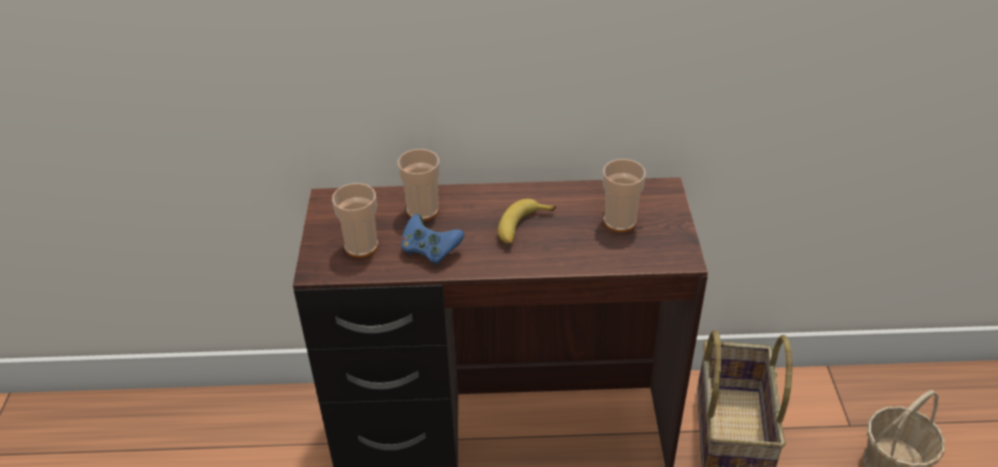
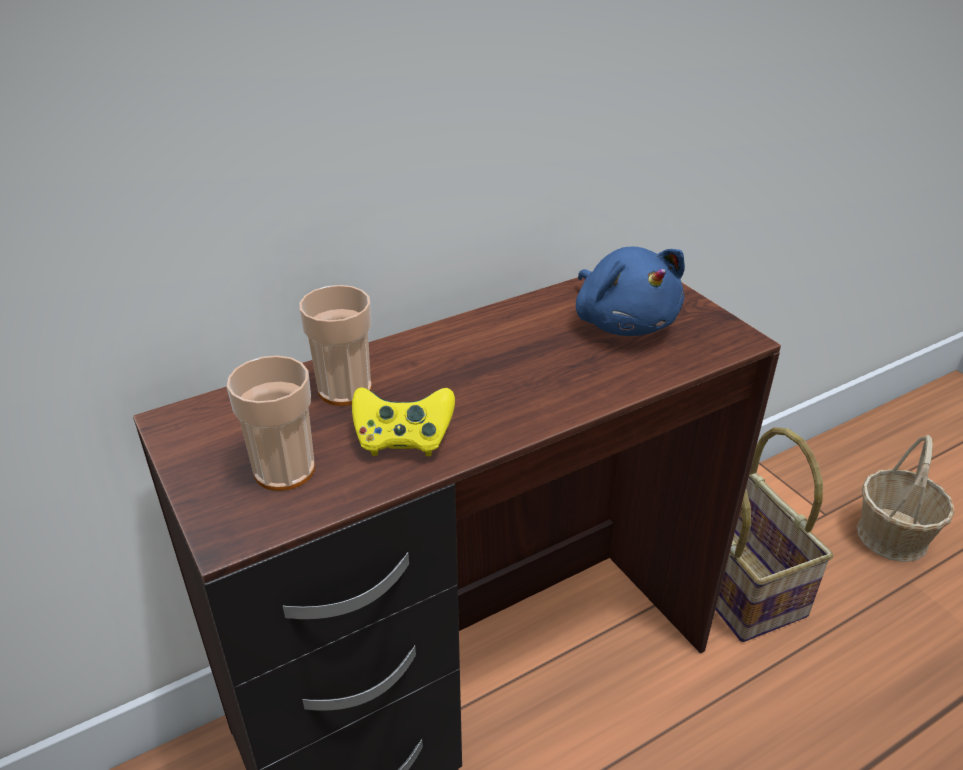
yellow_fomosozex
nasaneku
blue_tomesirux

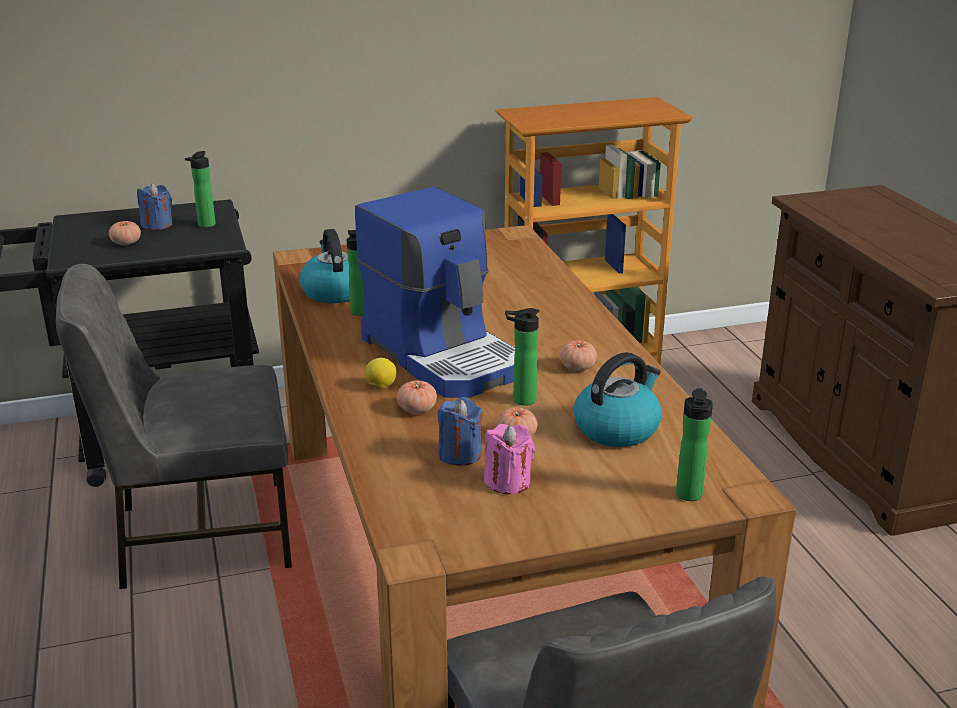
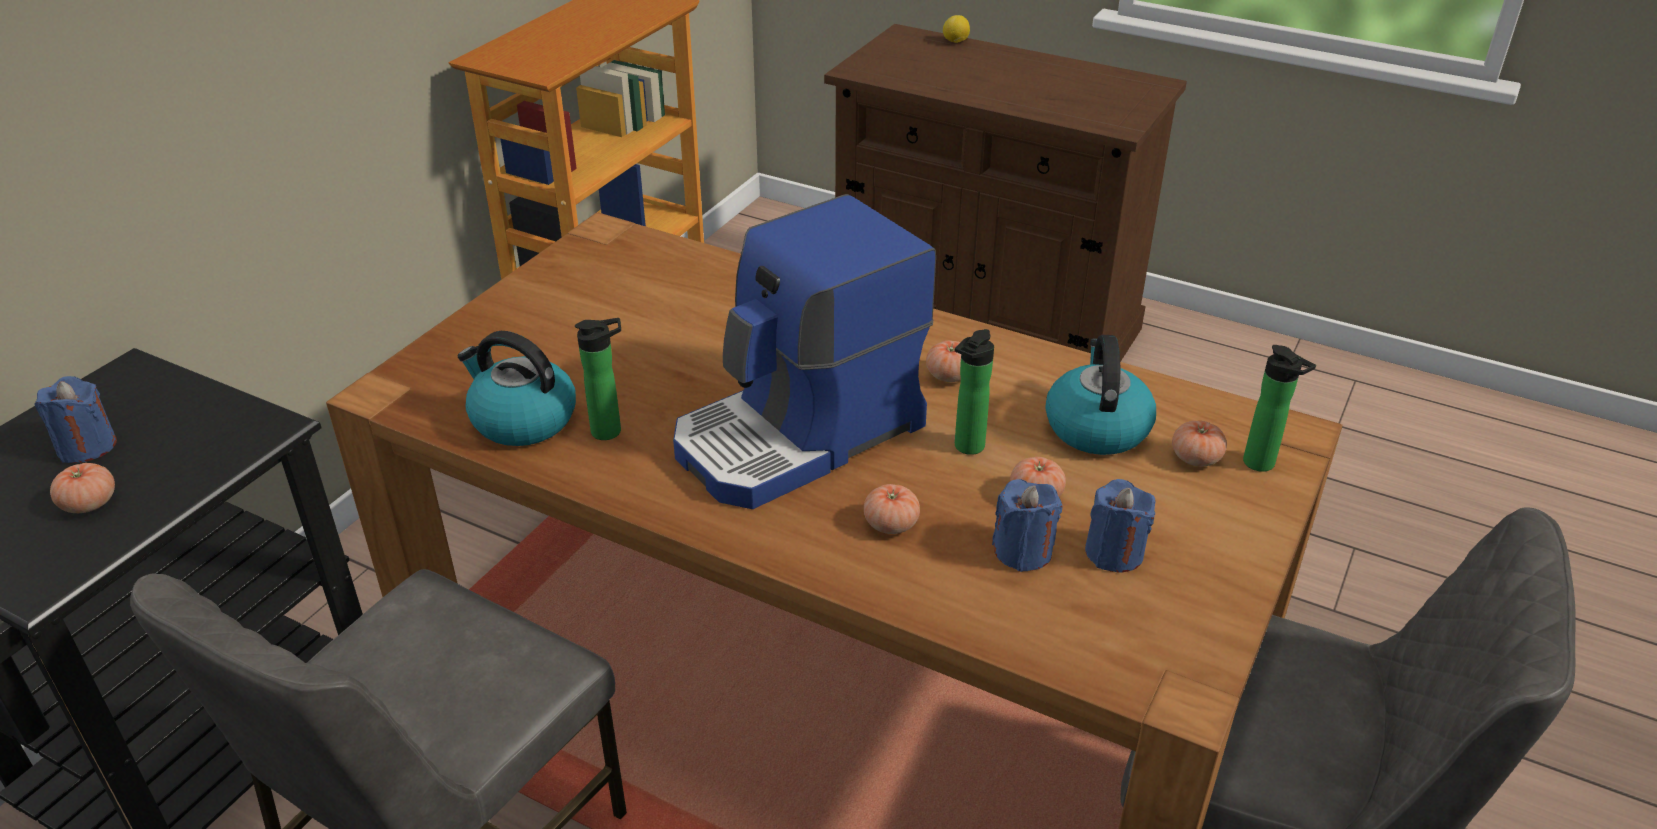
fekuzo (1st from left in the first image)
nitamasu
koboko
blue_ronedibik (3rd from left)
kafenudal (5th from left)

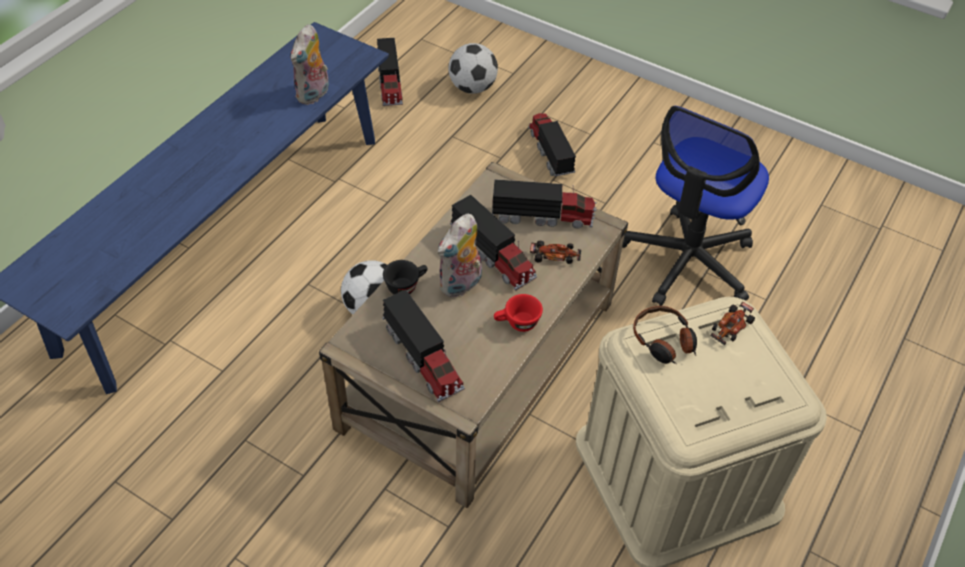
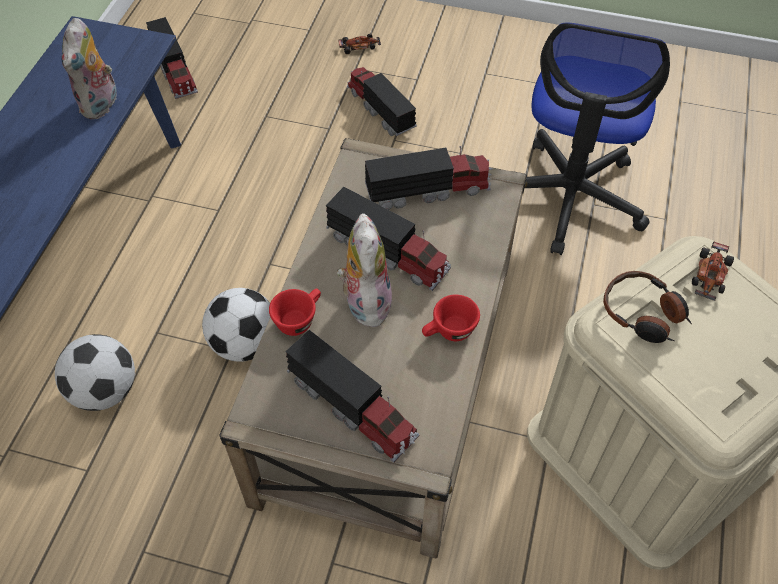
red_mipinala (1st from left)
tomesirux (2nd from left)
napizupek (1st from left)
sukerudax (1st from left)

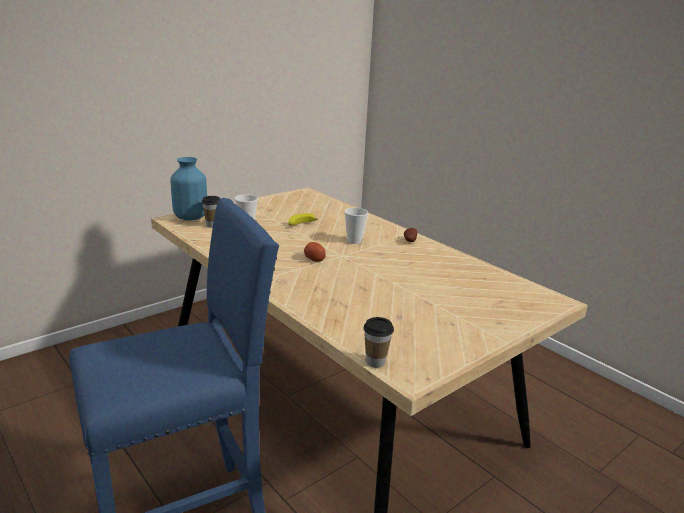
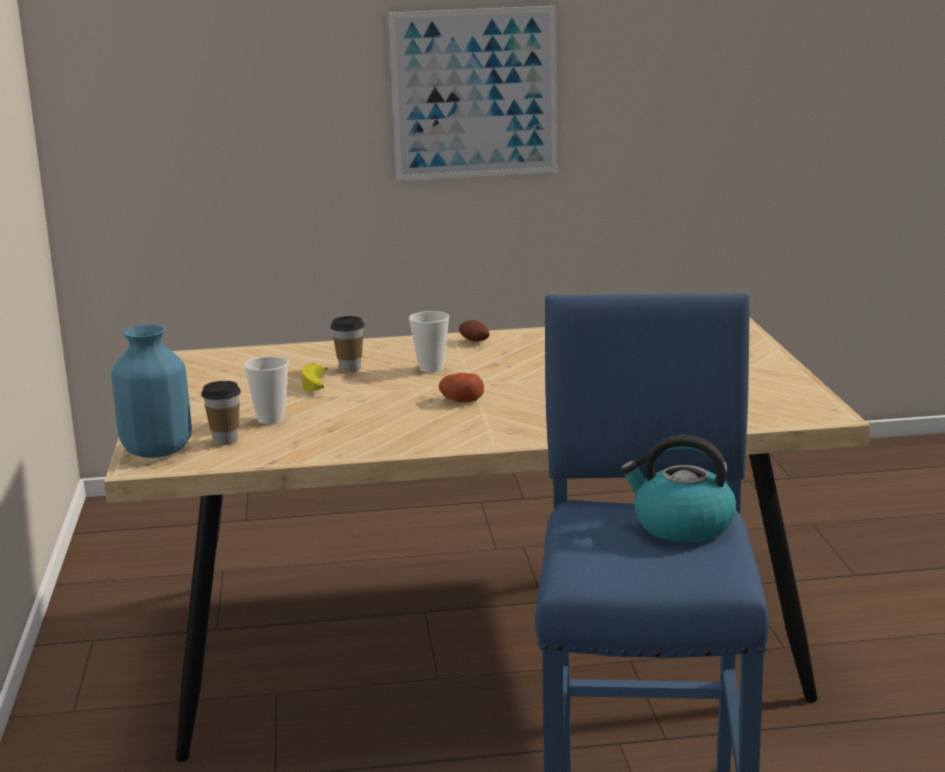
mipinala (3rd from left)
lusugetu
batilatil

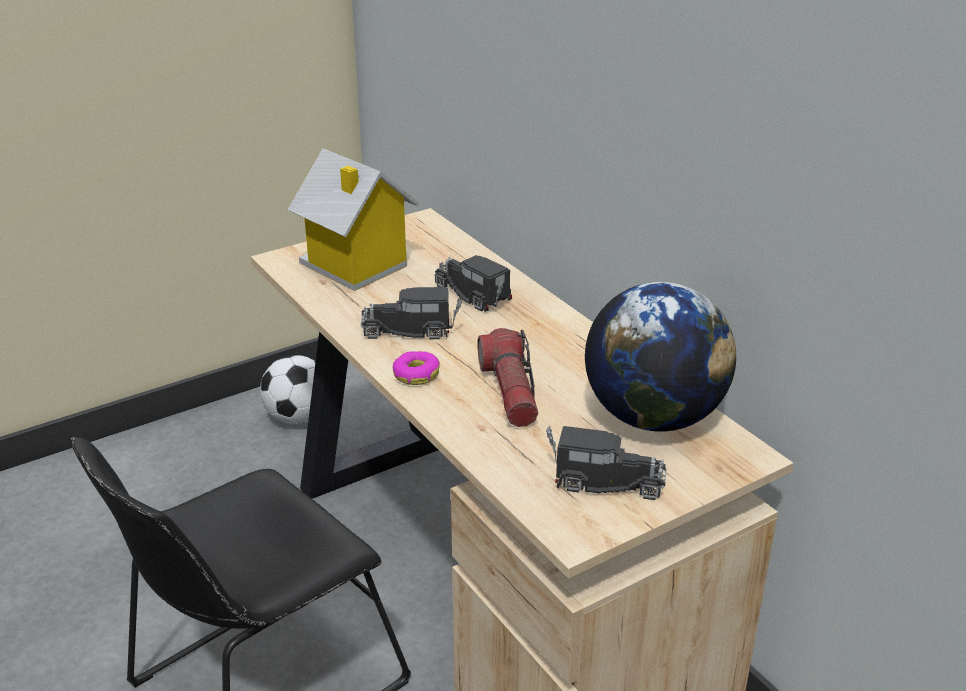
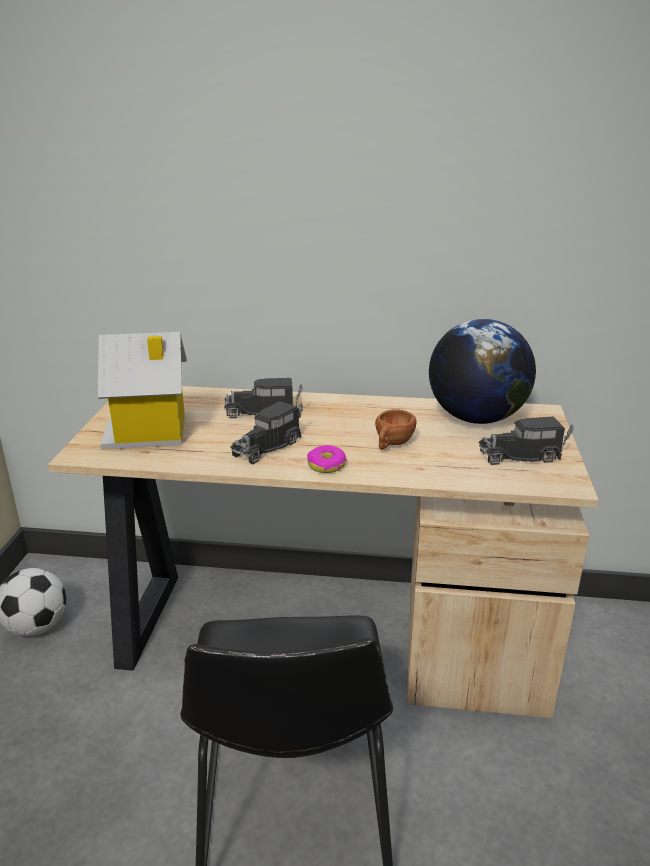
brown_mipinala
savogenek (3rd from left)

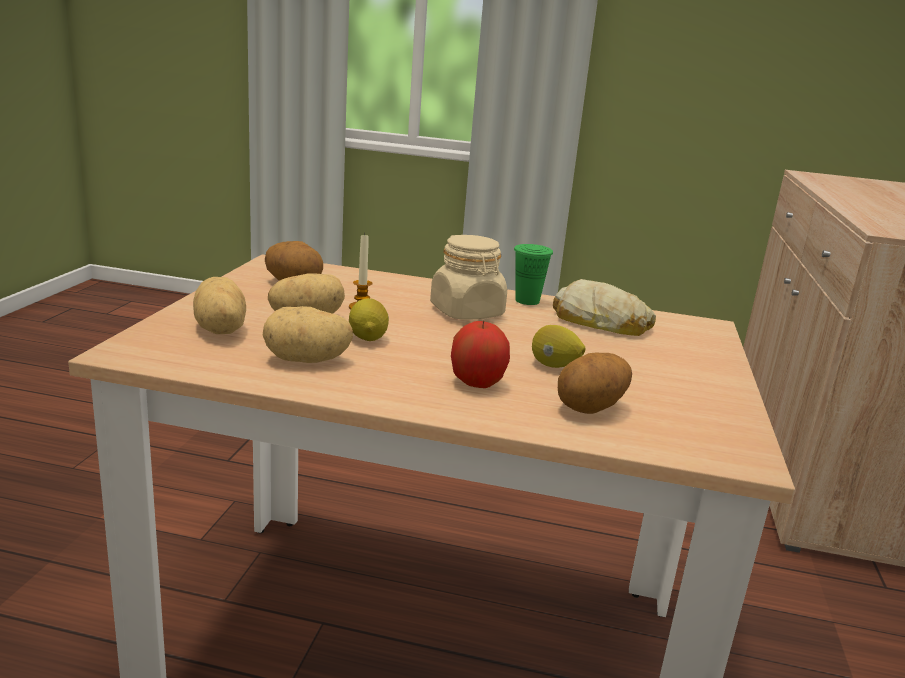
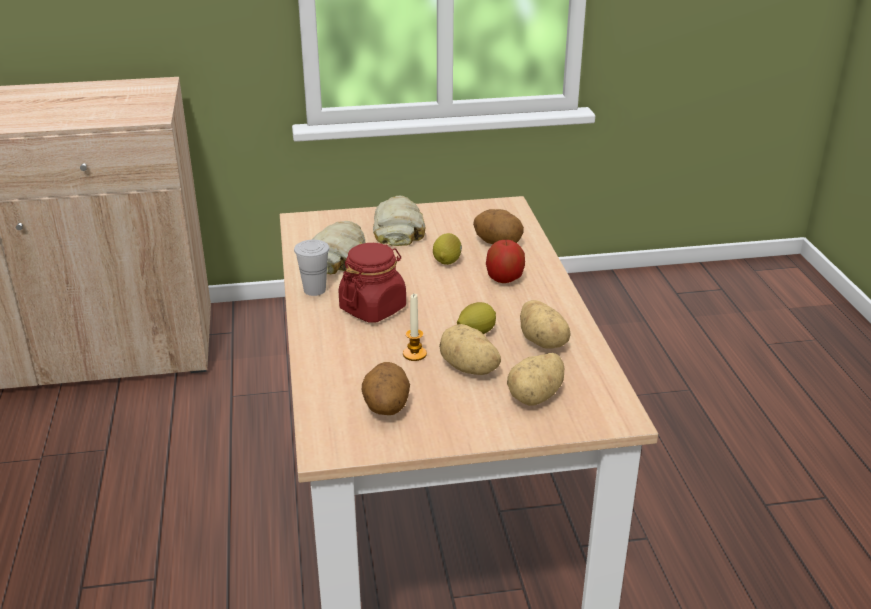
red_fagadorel
white_mipinala
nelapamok (2nd from left)

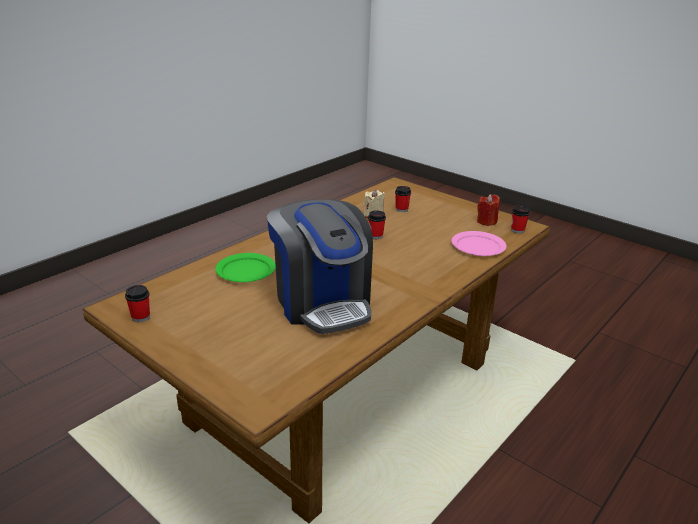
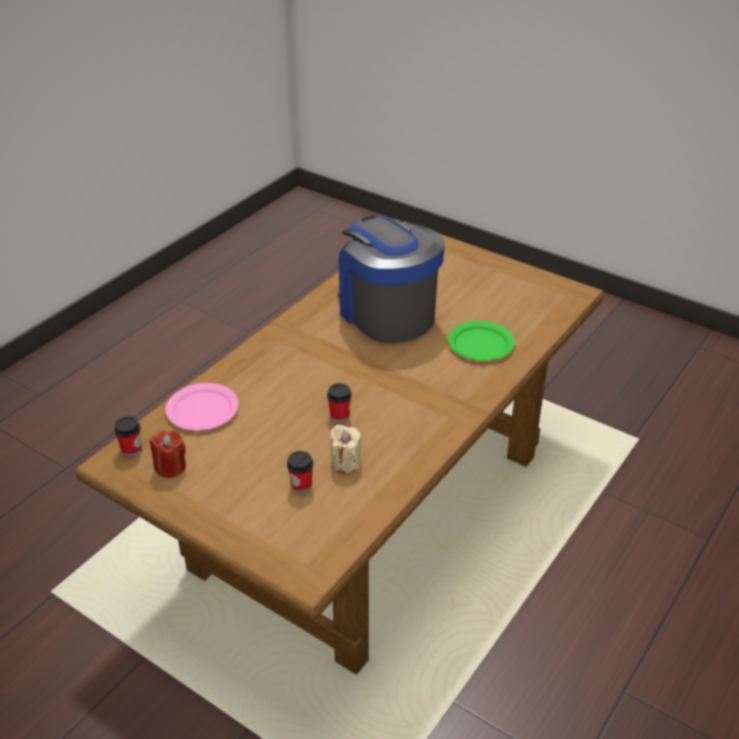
mipinala (1st from left in the first image)

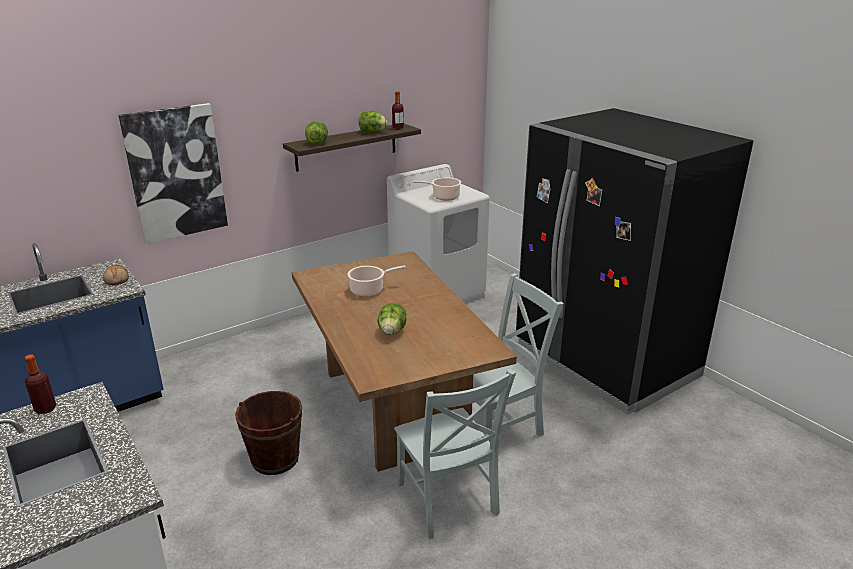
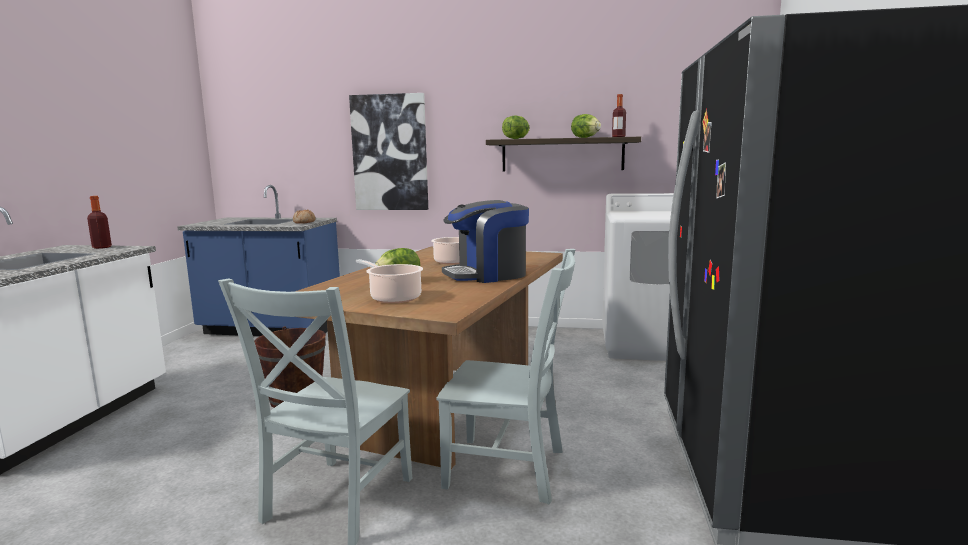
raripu (1st from left)
nitamasu

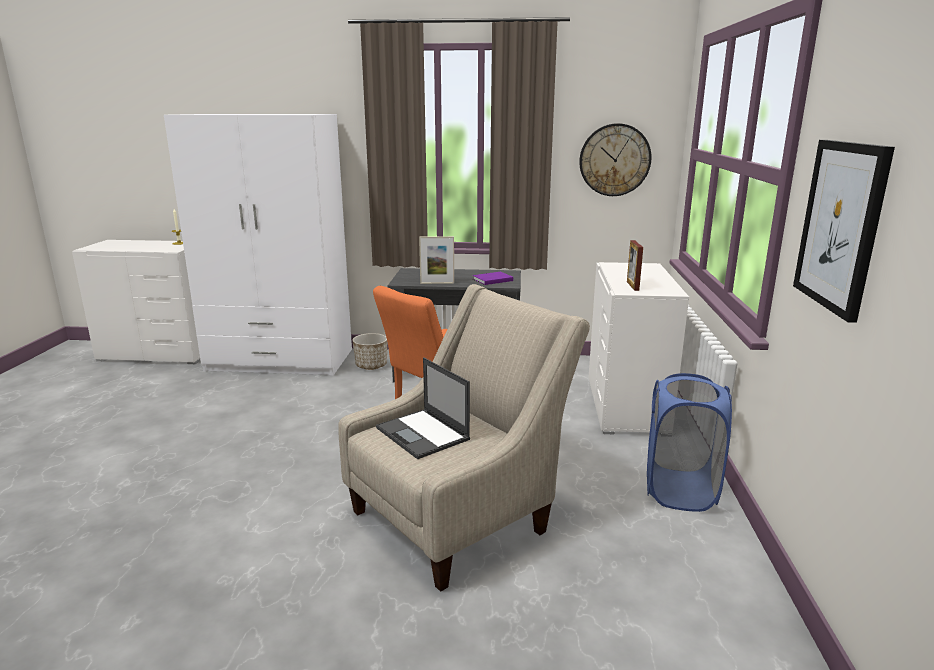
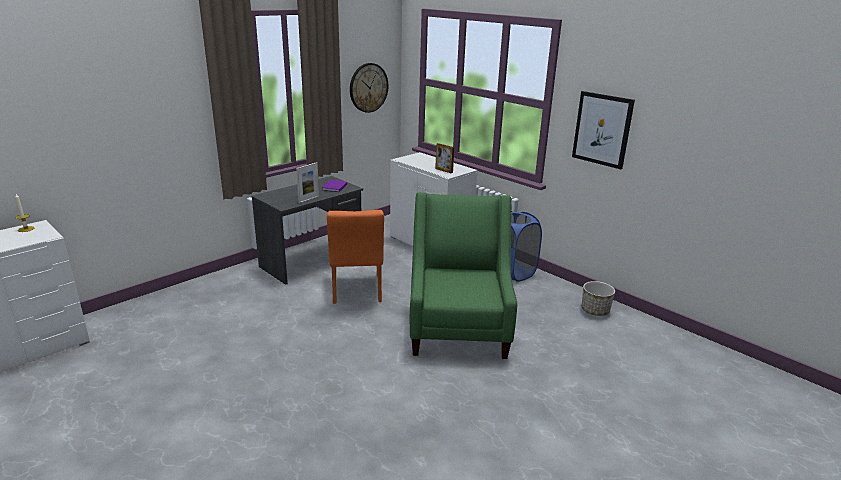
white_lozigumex
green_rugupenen
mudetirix
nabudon

